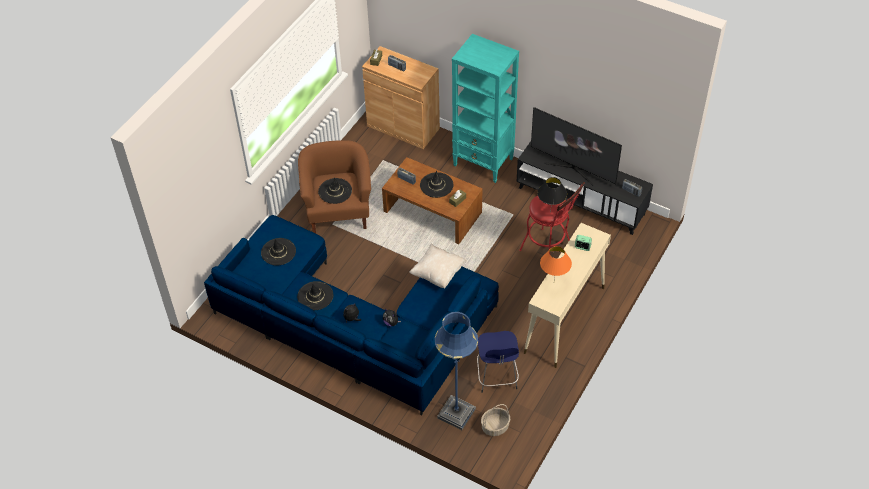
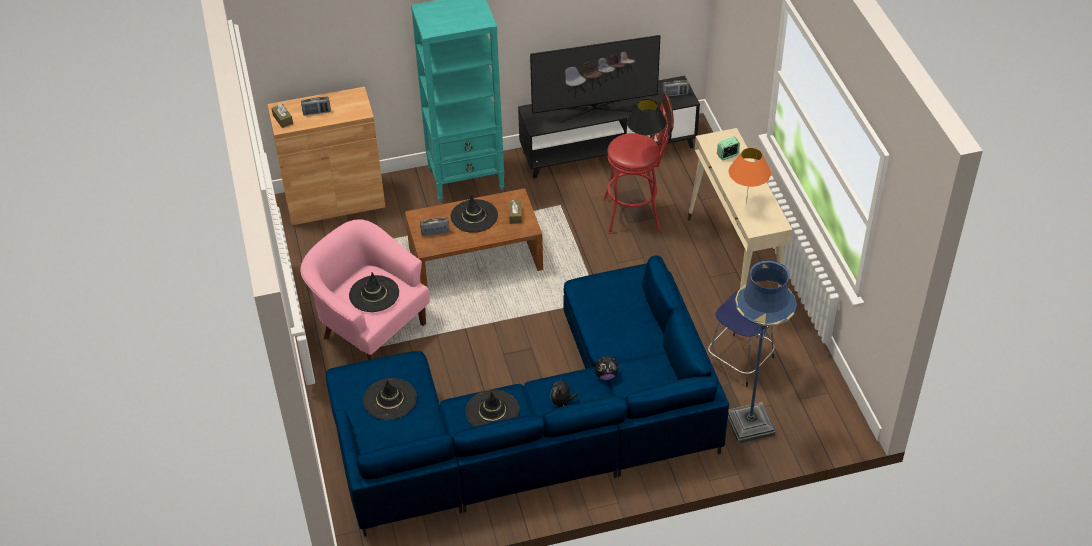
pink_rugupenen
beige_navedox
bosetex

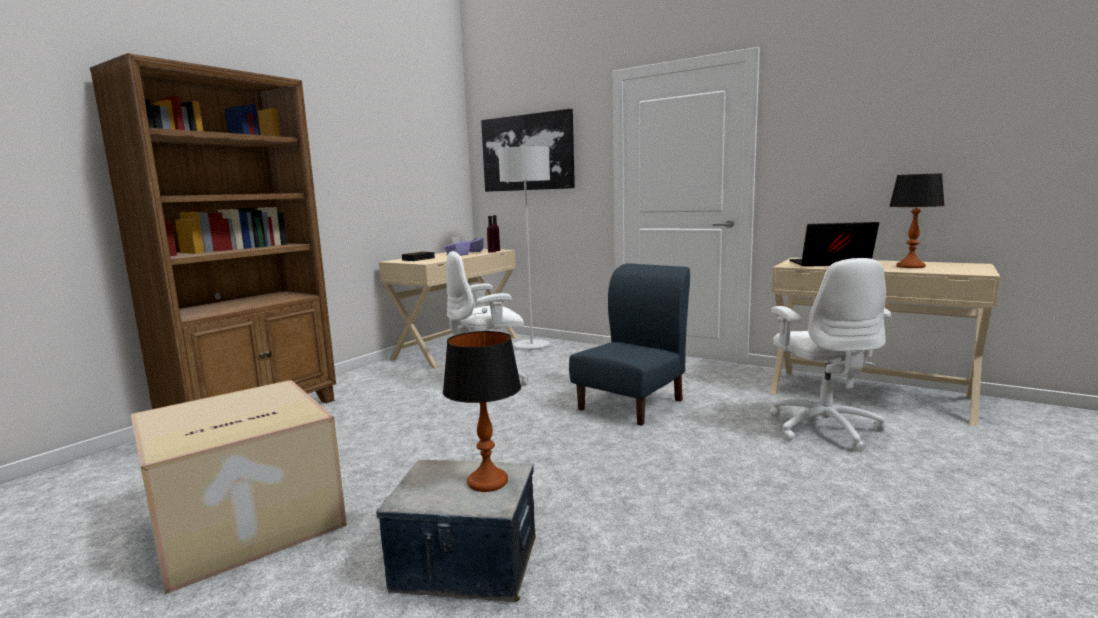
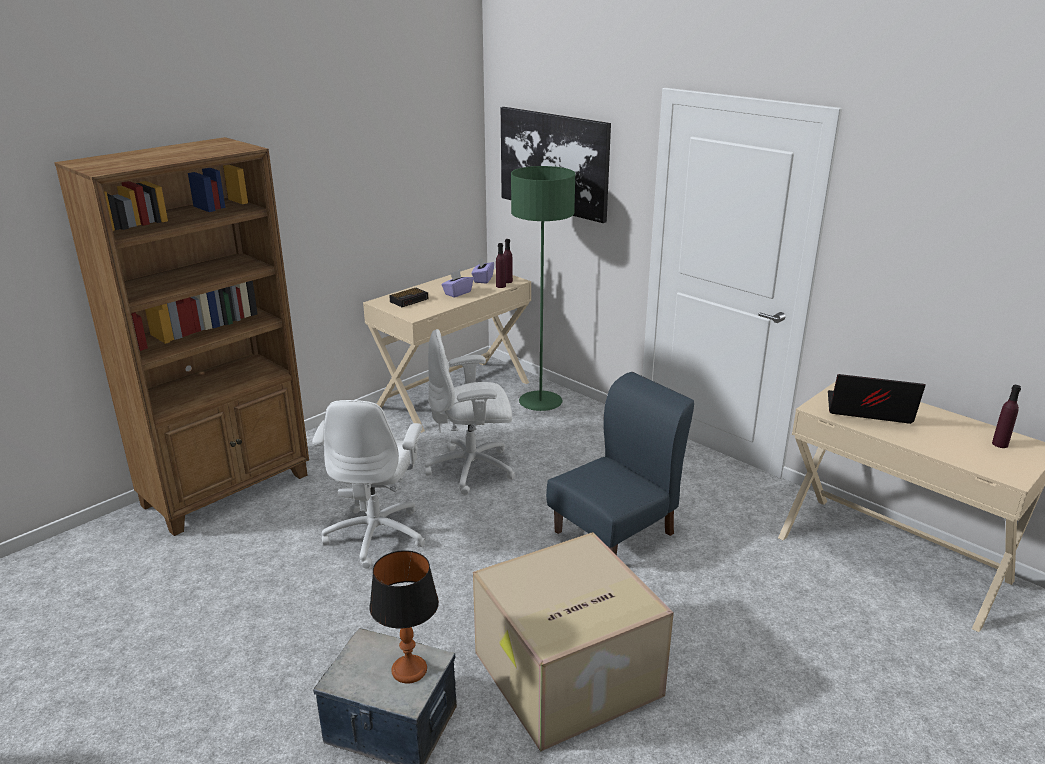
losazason
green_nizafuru
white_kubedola (1st from left)
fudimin (2nd from left in the first image)
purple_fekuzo (3rd from left)

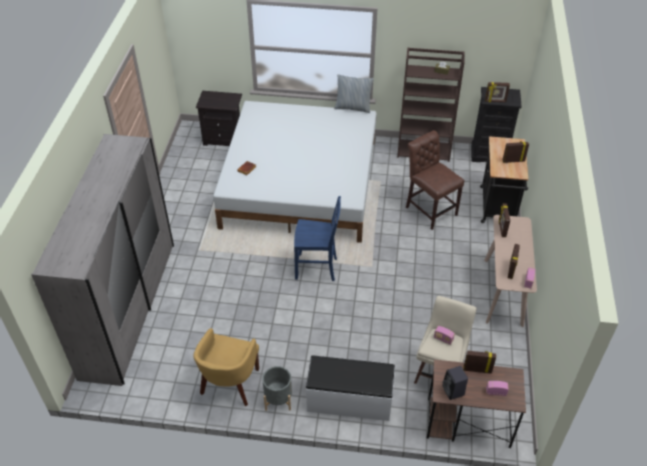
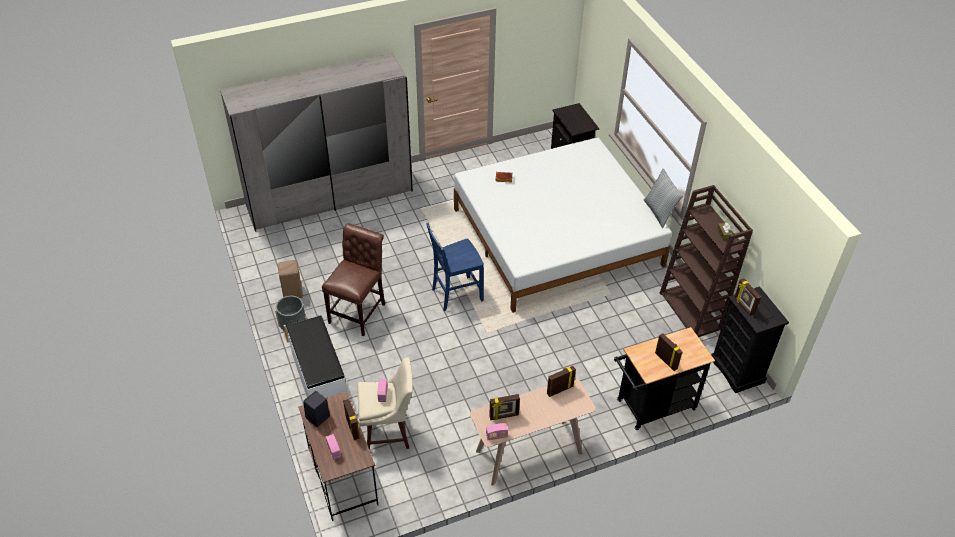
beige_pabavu (1st from left)
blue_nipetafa
brown_nipetafa

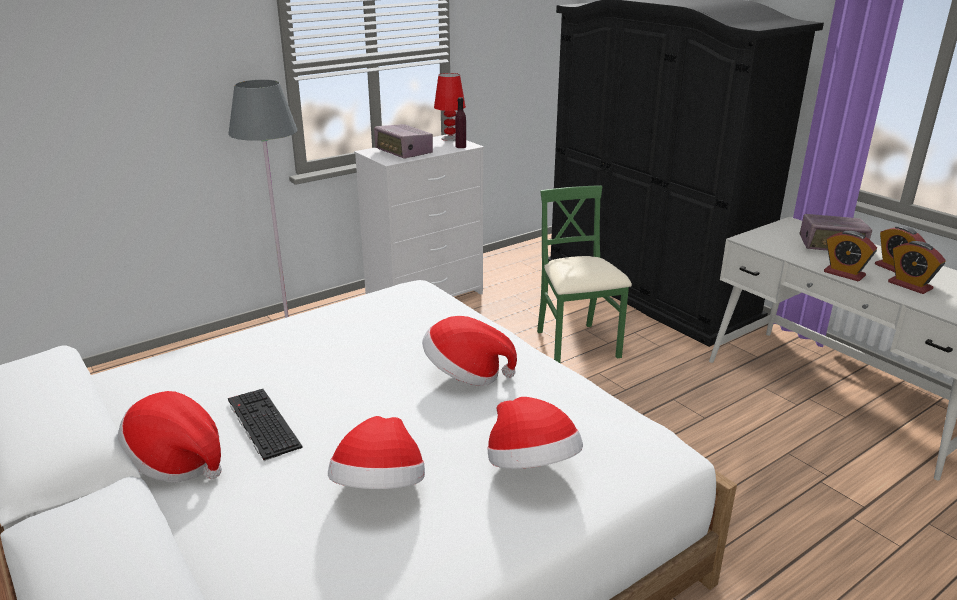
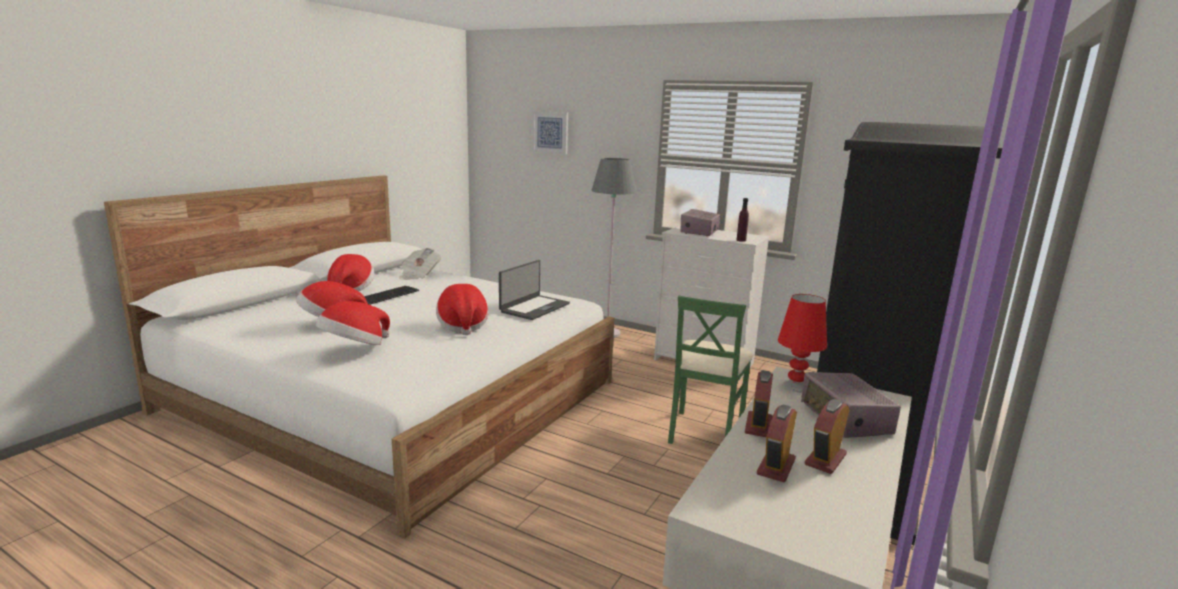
red_fudimin
green_nipetafa
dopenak
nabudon
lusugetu

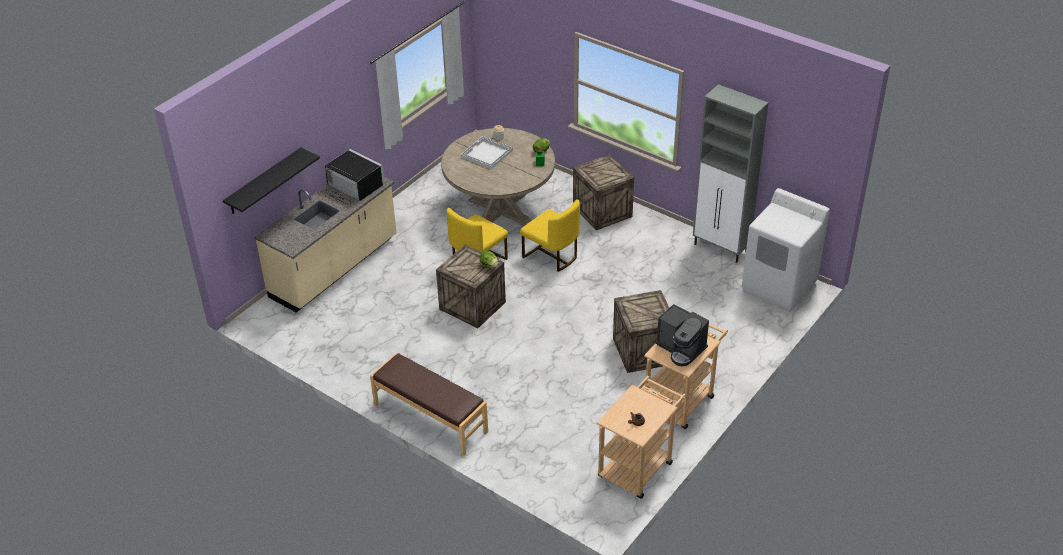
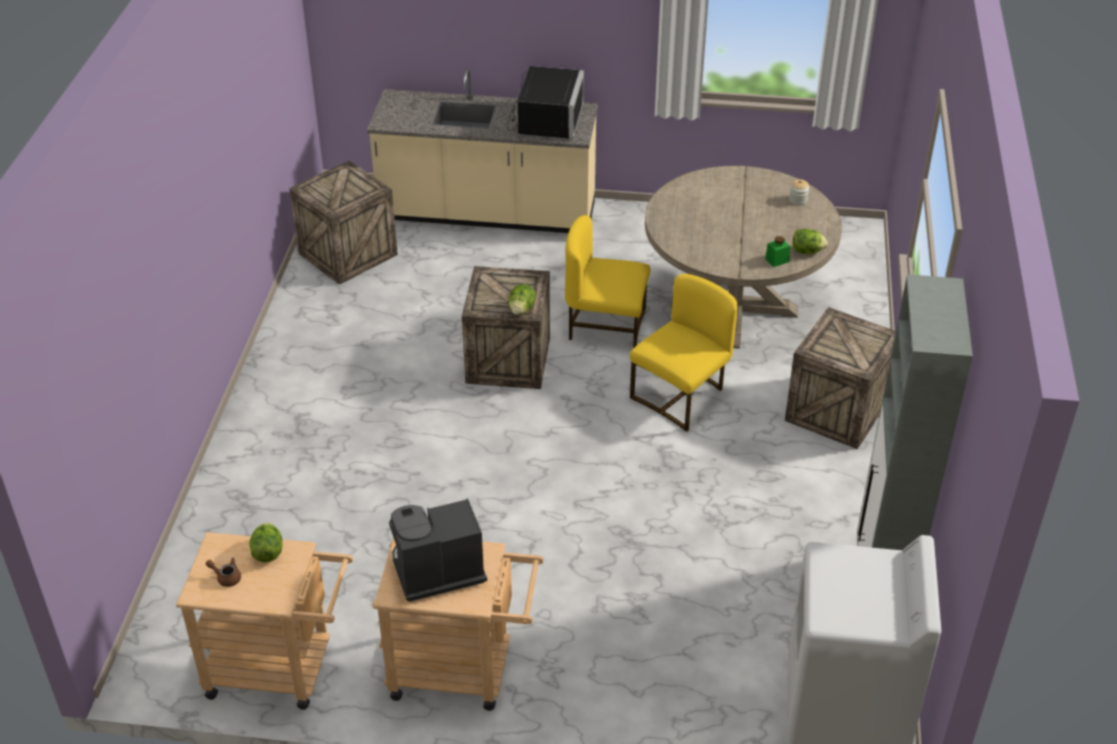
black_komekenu
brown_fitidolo
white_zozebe
yellow_nipetafa (2nd from left)
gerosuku (1st from left)
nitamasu
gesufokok (1st from left)

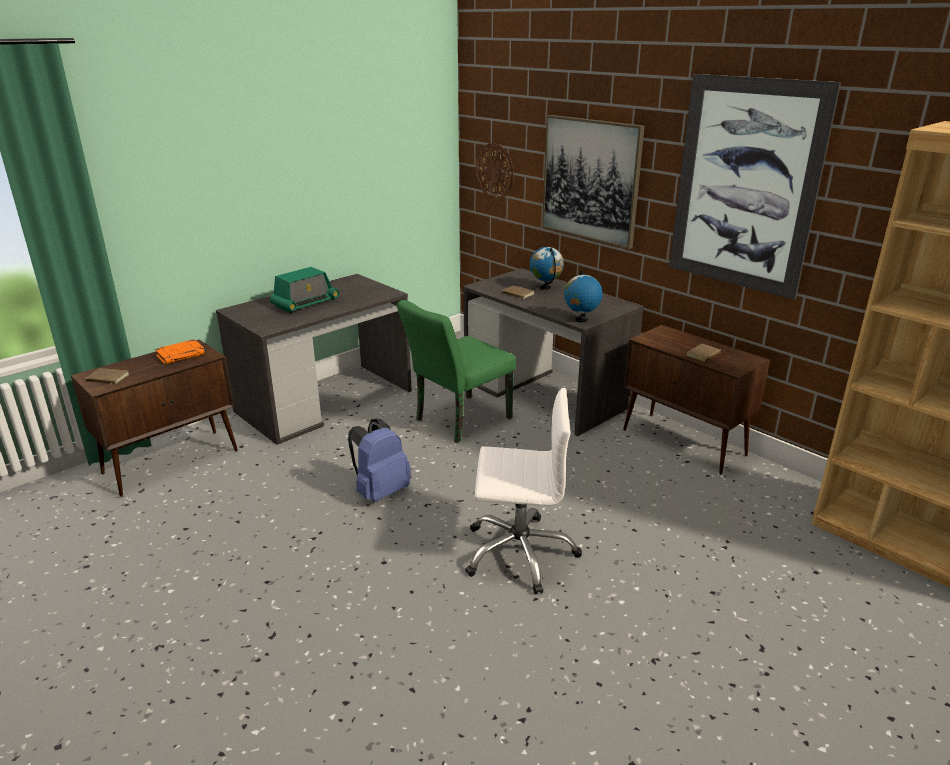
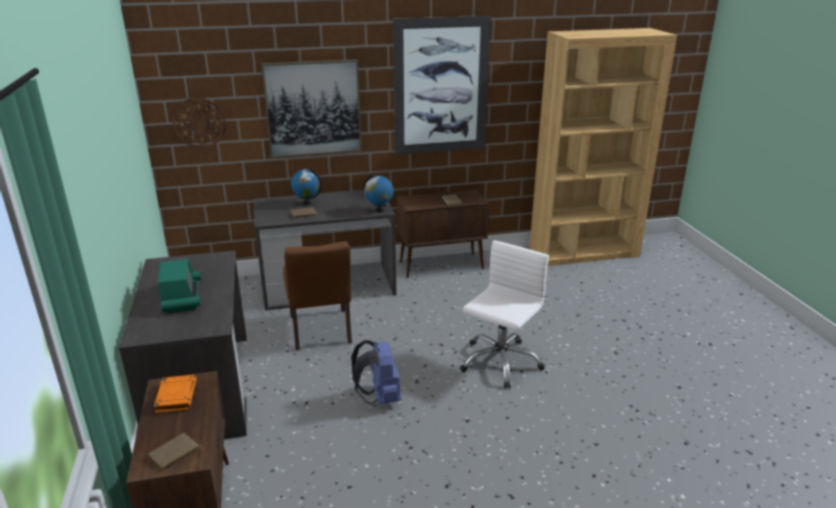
brown_nipetafa

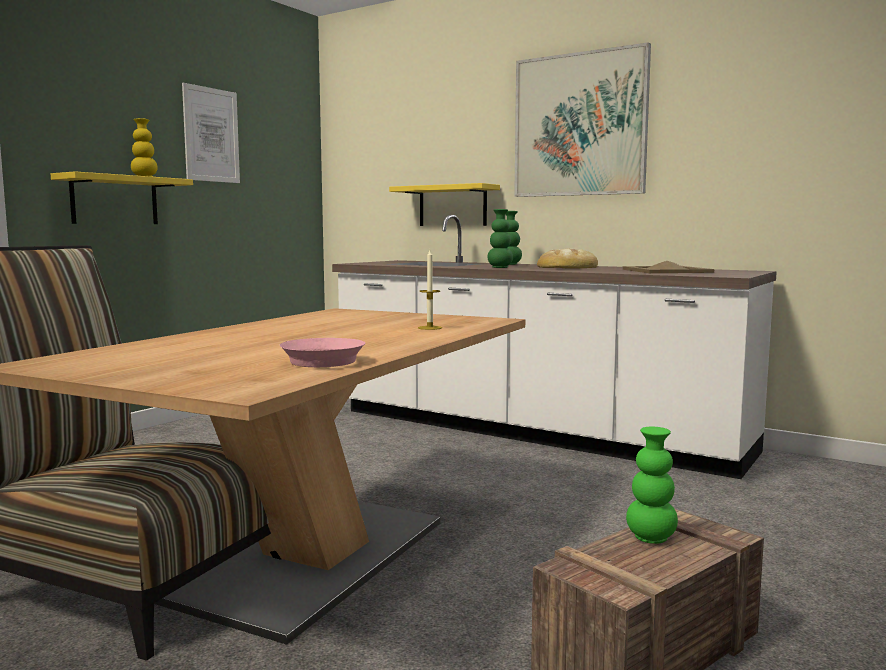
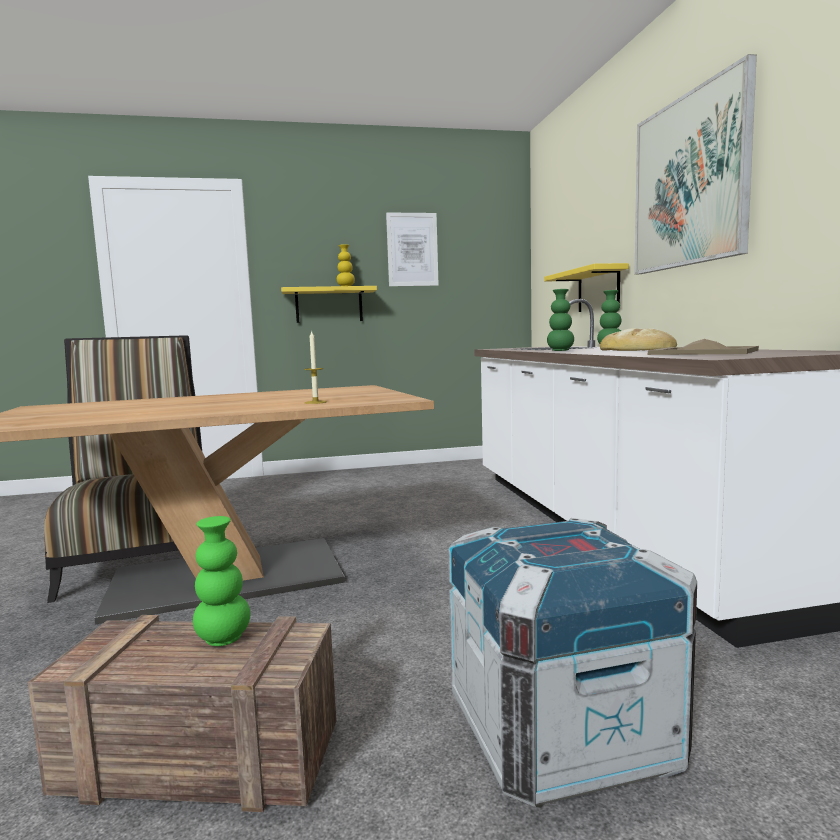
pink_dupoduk
gerosuku (2nd from left)

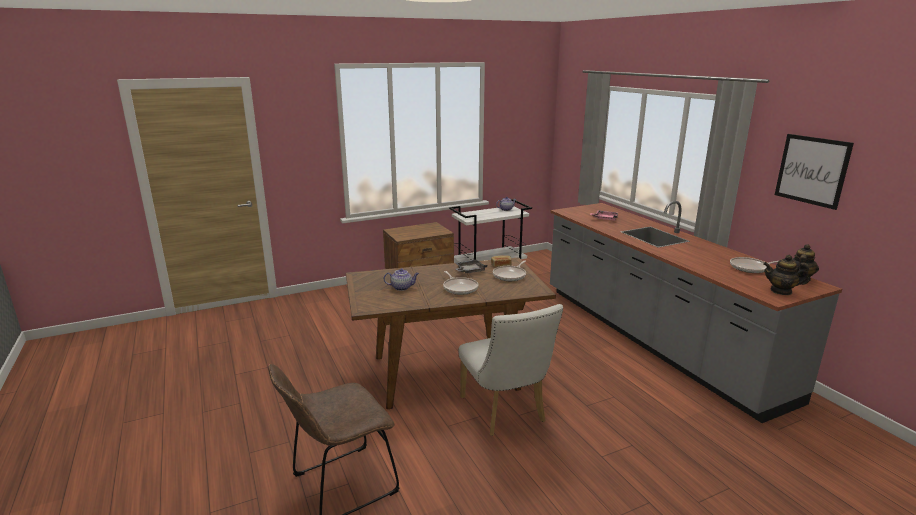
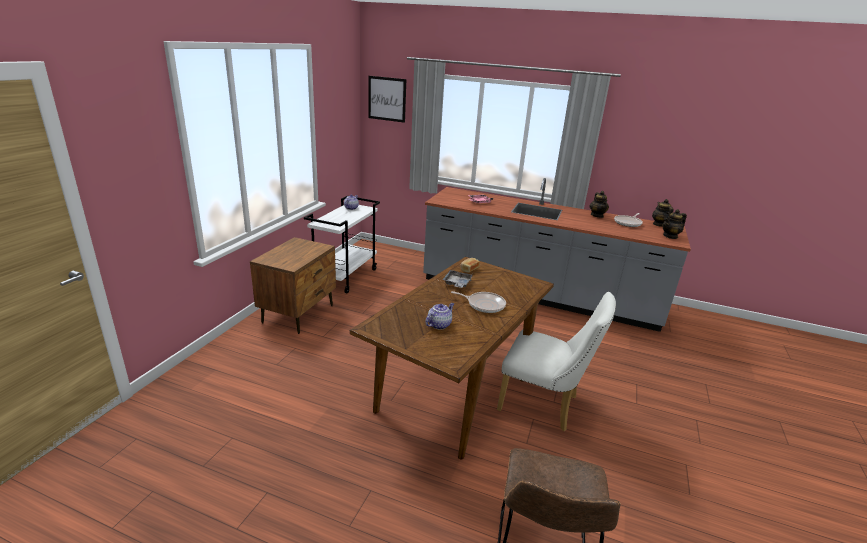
dupoduk (2nd from left in the first image)
lusugetu
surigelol (3rd from left)

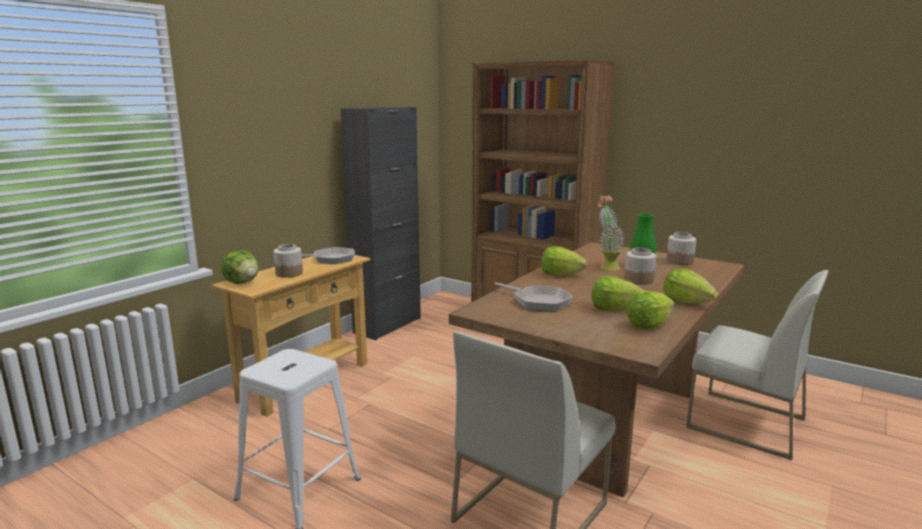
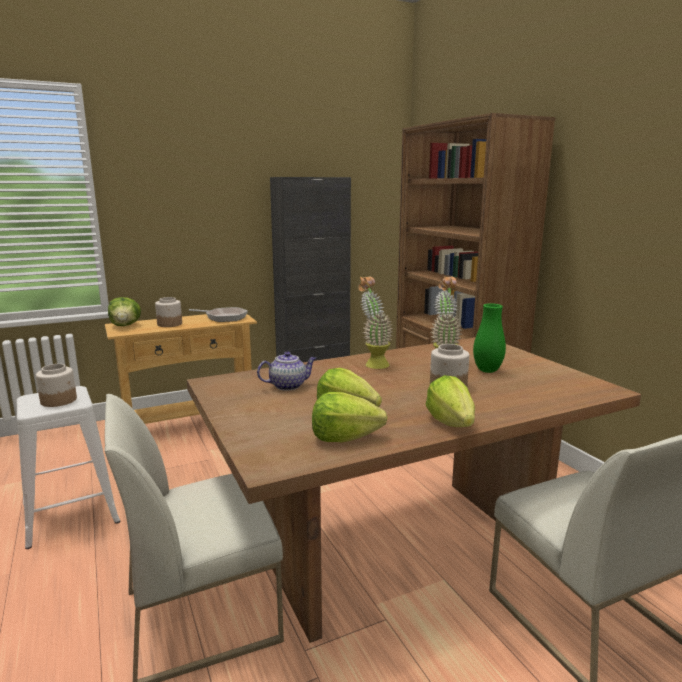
surigelol
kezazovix (1st from left)
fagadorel (1st from left)

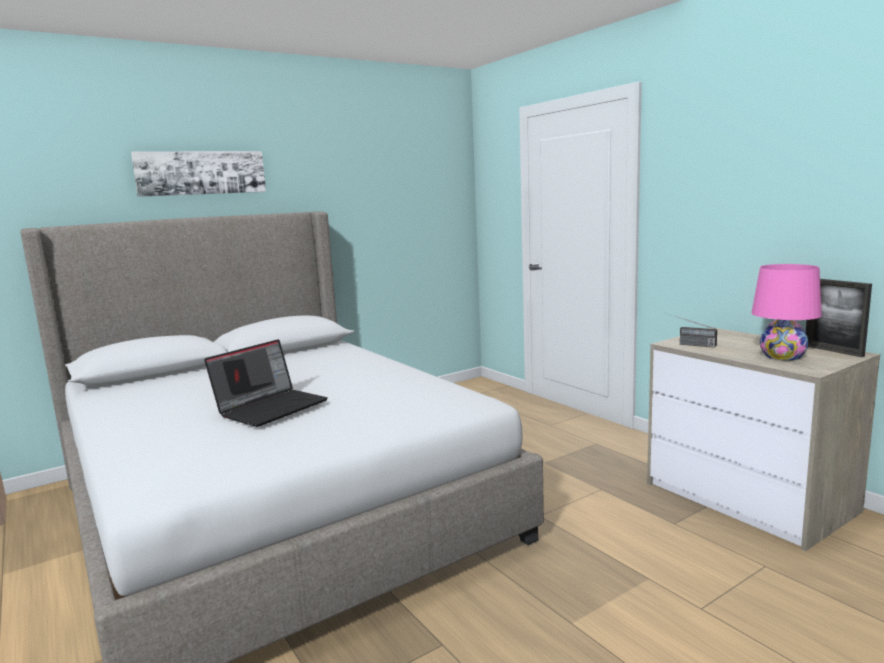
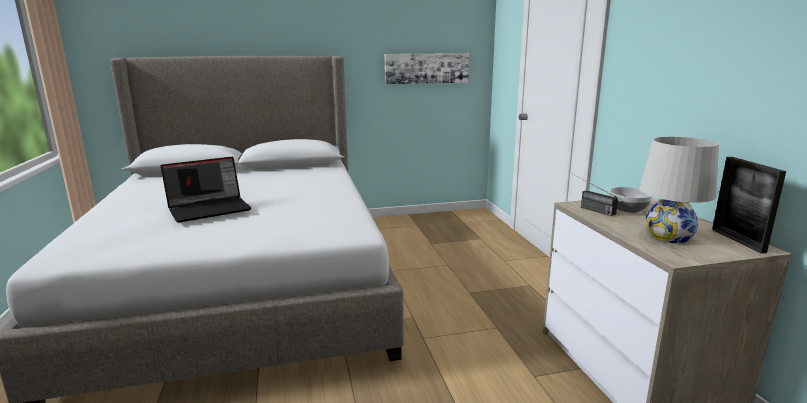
lusugetu
white_fudimin
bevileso

